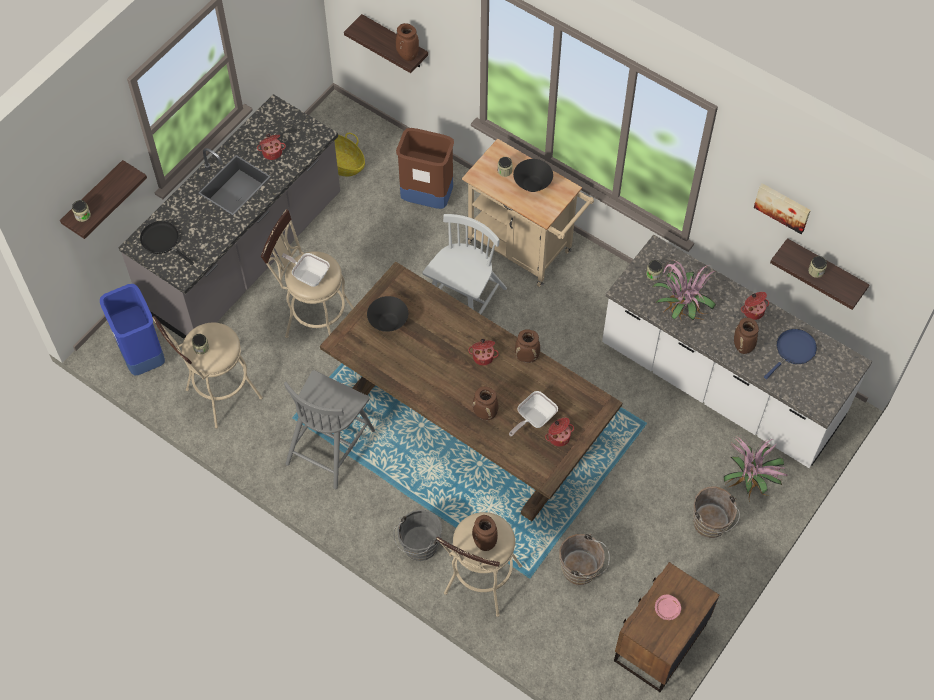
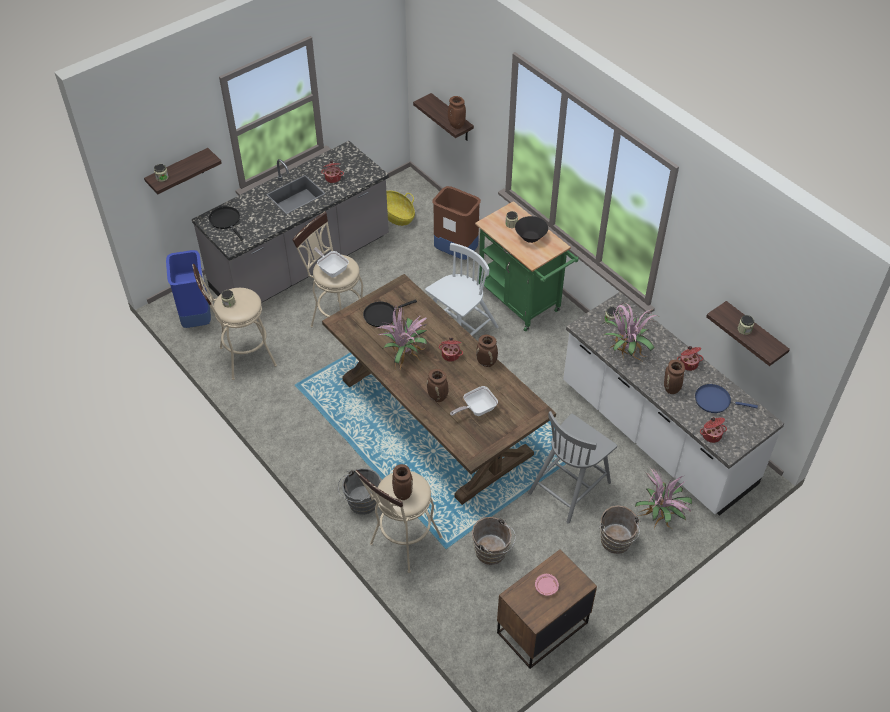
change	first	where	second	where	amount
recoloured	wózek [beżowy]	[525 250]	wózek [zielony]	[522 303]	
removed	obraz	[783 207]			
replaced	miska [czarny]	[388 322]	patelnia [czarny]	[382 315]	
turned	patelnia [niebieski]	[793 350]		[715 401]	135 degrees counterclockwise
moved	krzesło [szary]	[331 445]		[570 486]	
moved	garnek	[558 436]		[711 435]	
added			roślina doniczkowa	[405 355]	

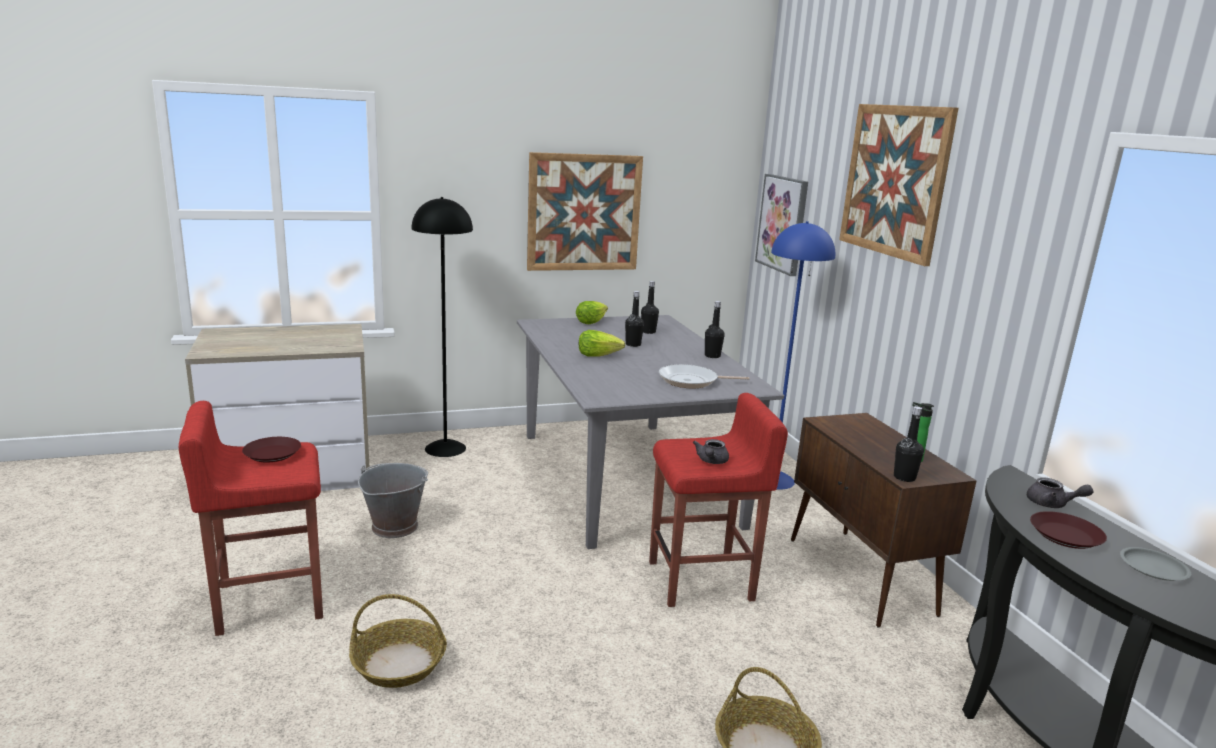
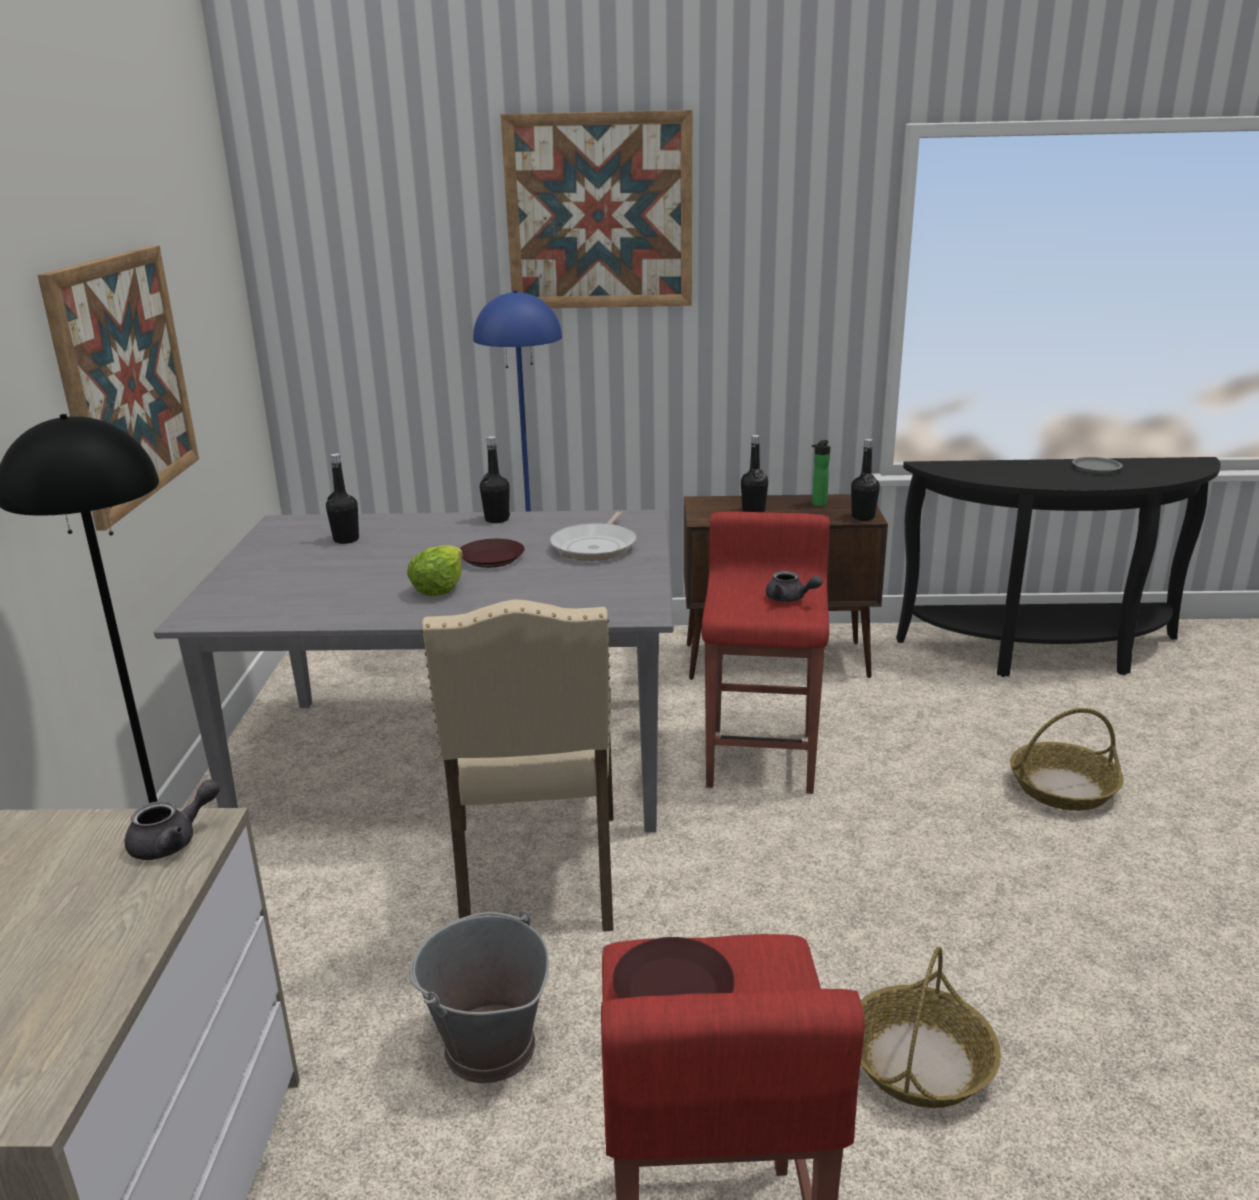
change	first	where	second	where	amount
removed	obraz	[782 223]			
moved	butelka [czarny]	[633 344]		[753 512]	
removed	sałata	[591 322]			
moved	imbryk [szary]	[1052 504]		[173 841]	
moved	talerz [brązowy]	[1066 536]		[492 558]	
added			krzesło [beżowy]	[536 877]	

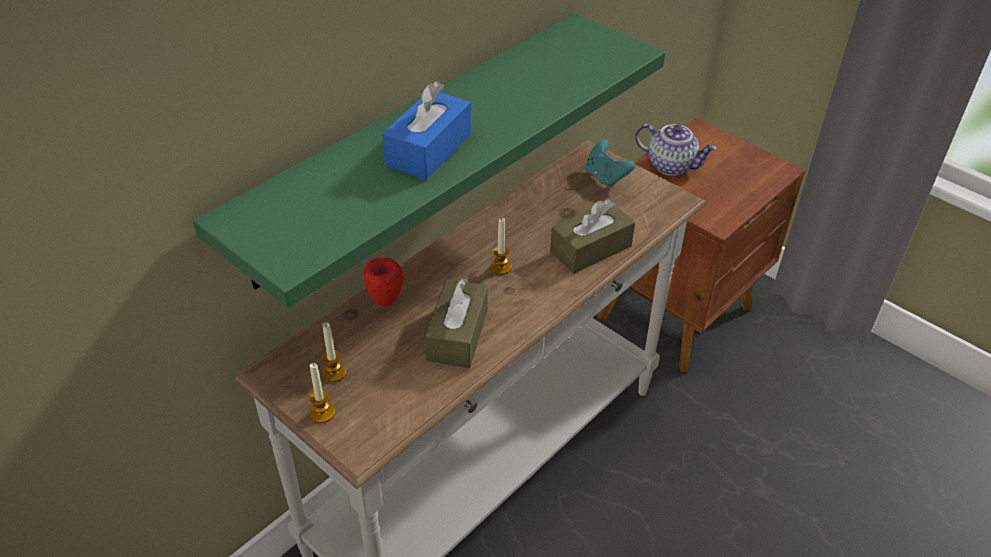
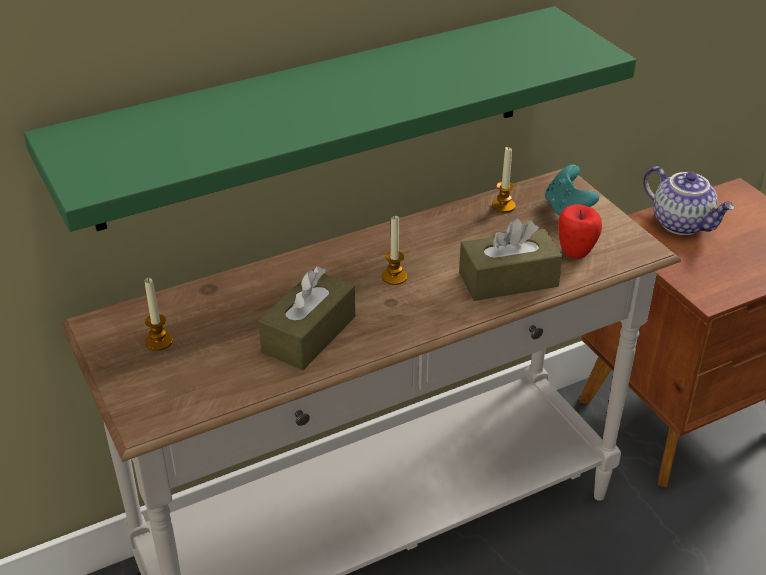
change	first	where	second	where	amount
removed	pudełko chusteczek [niebieski]	[428 150]			
moved	jabłko	[385 299]		[575 253]	
moved	świeca	[322 413]		[503 206]	

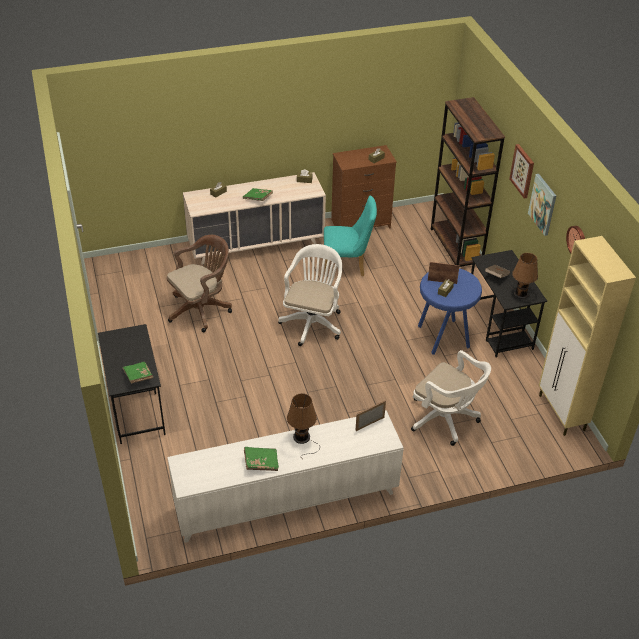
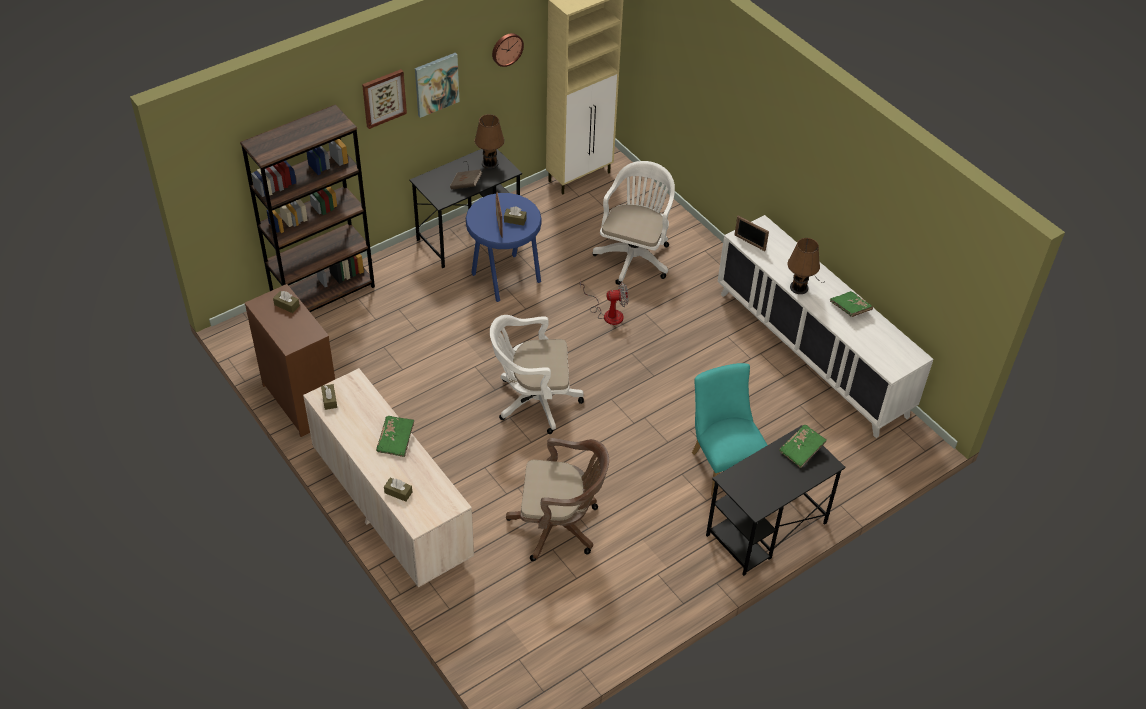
change	first	where	second	where	amount
moved	krzesło [turkusowy]	[347 266]		[723 463]	
turned	krzesło biurowe [brązowy]	[202 309]		[559 526]	150 degrees clockwise
added			wentylator	[608 313]	

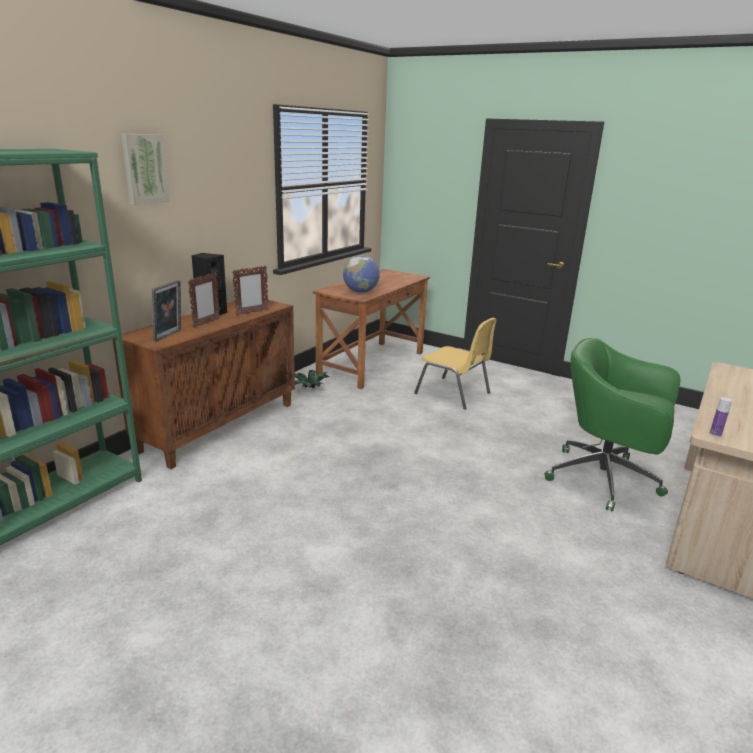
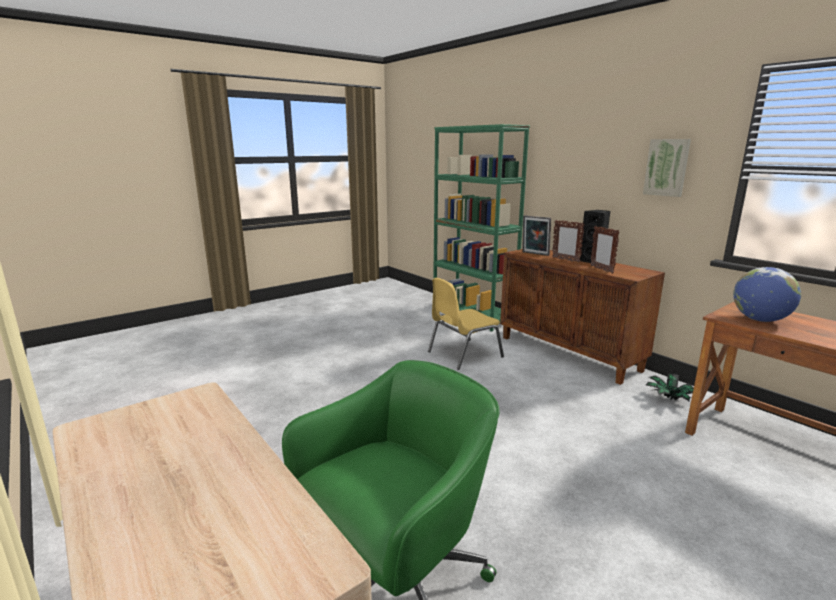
change	first	where	second	where	amount
moved	obraz	[144 168]		[667 167]	
moved	krzesło [żółty]	[453 393]		[463 354]	
removed	butelka	[715 434]			

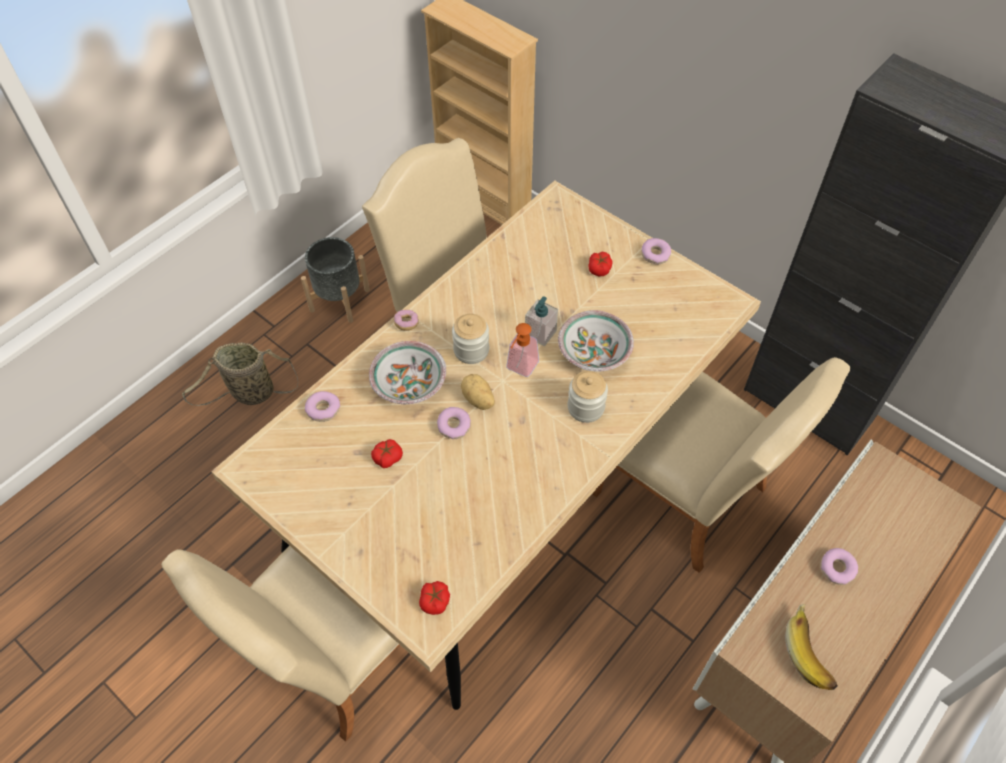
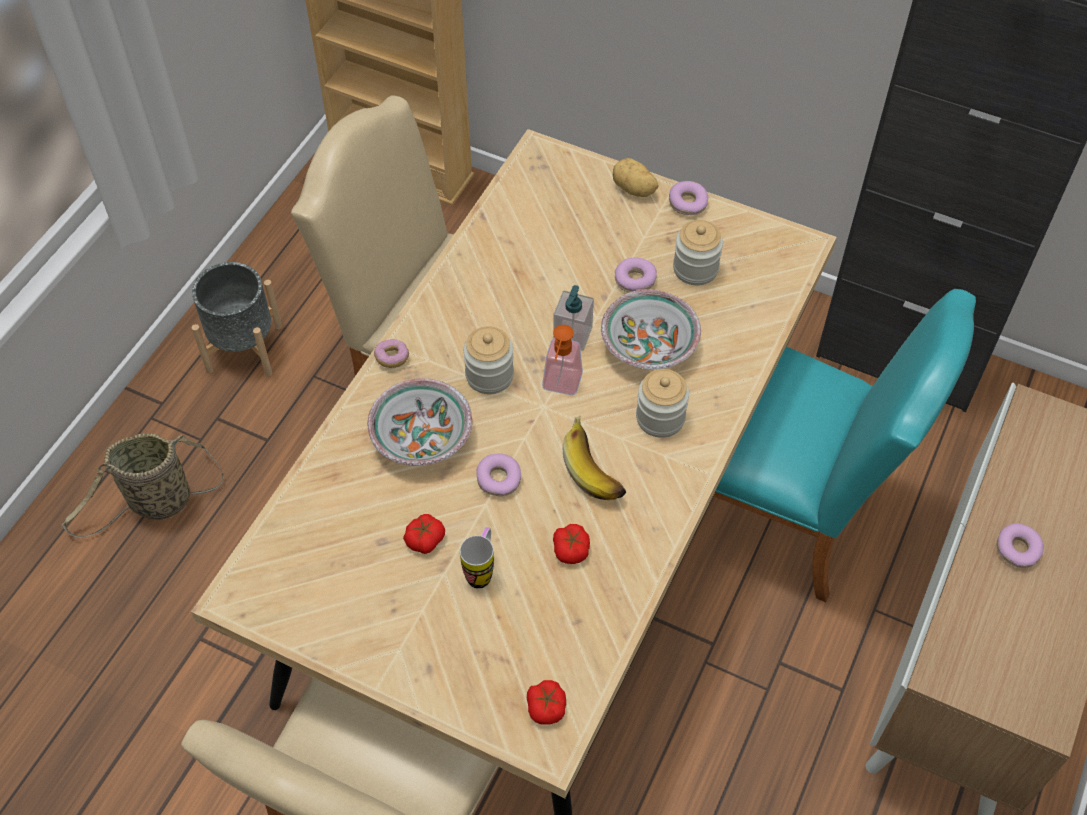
change	first	where	second	where	amount
moved	pomidor	[599 269]		[571 549]	
recoloured	krzesło [beżowy]	[688 498]	krzesło [turkusowy]	[786 510]	
moved	ziemniak	[477 400]		[633 189]	
moved	donut	[323 409]		[635 280]	
moved	banan	[811 652]		[597 467]	
added			słoik	[695 268]	
added			kubek	[481 570]	

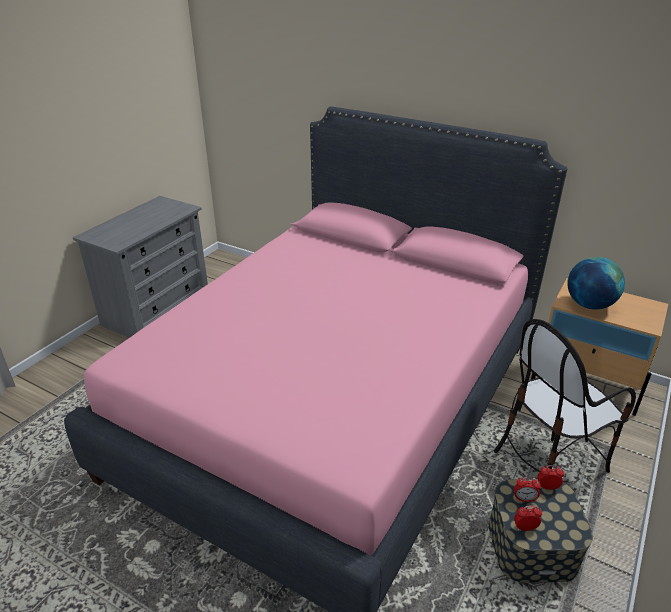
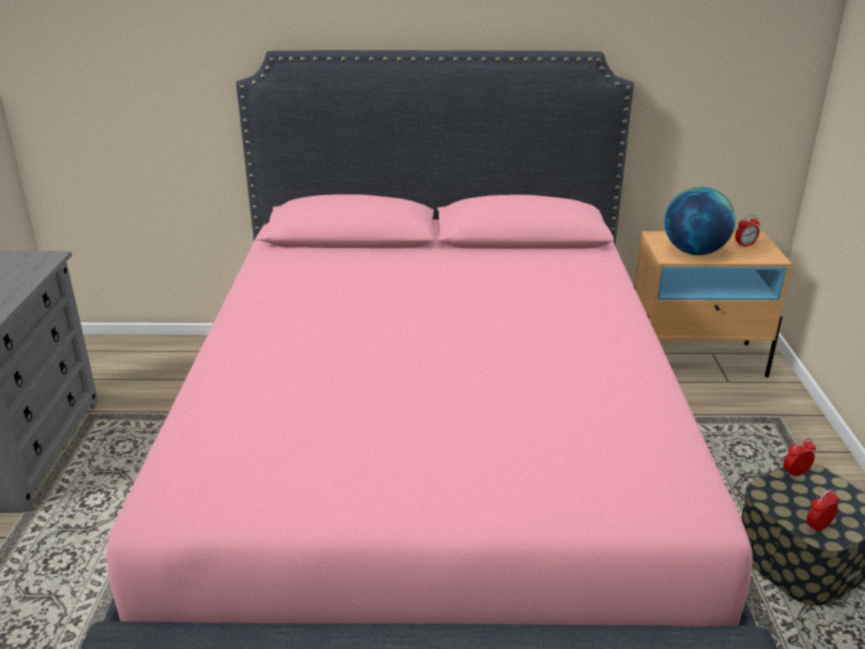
change	first	where	second	where	amount
removed	krzesło	[548 457]			
moved	budzik	[524 499]		[744 245]	

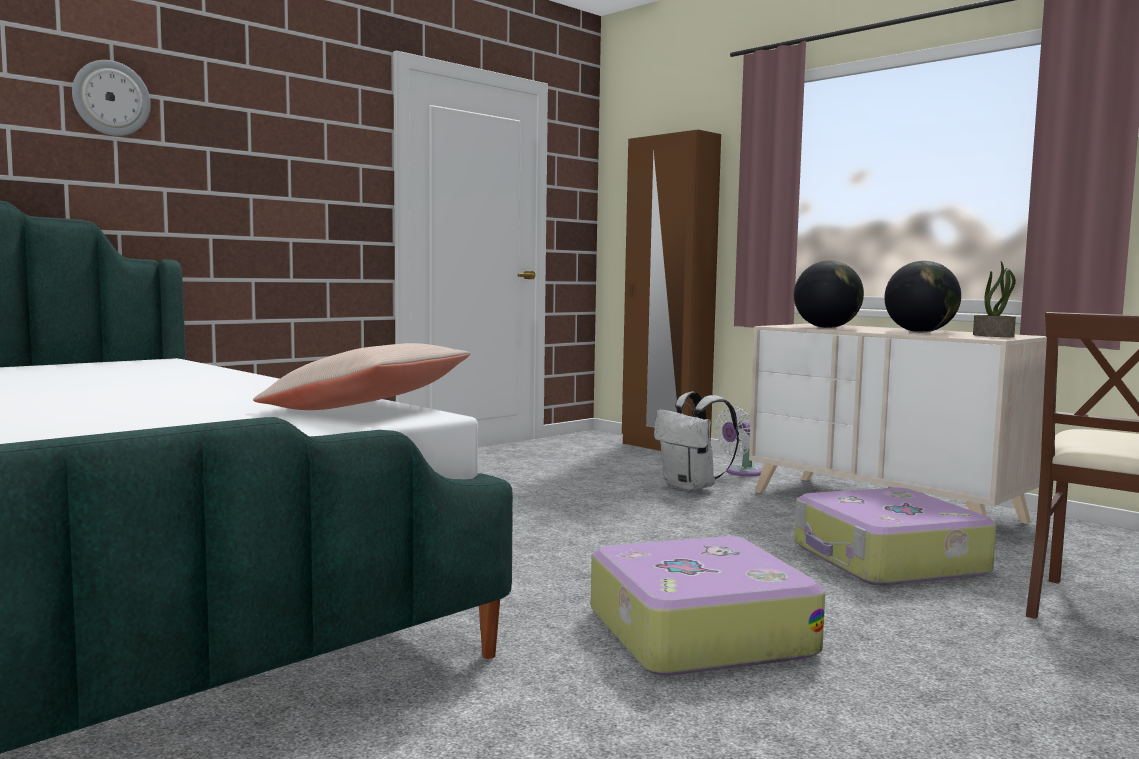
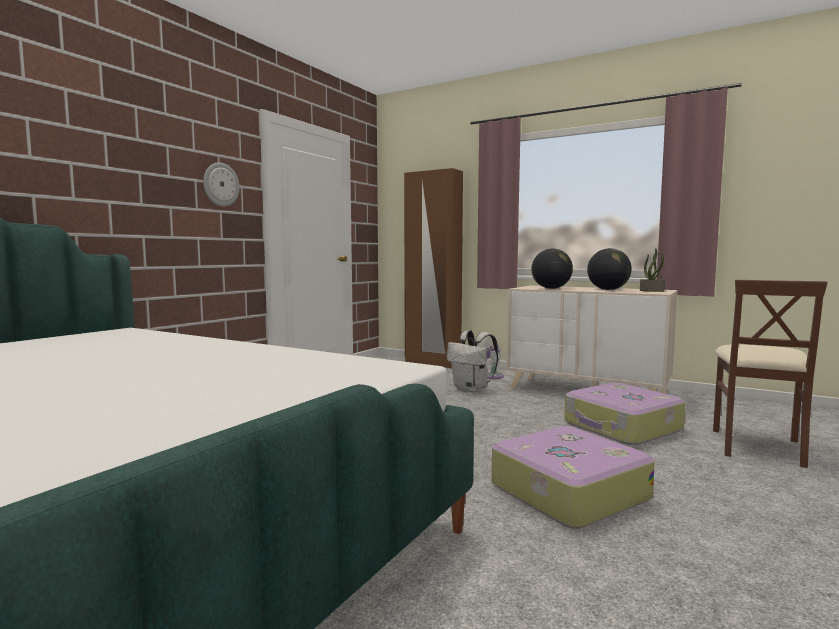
change	first	where	second	where	amount
moved	zegar ścienny	[111 98]		[220 184]	
removed	poduszka [beżowy]	[366 408]			

